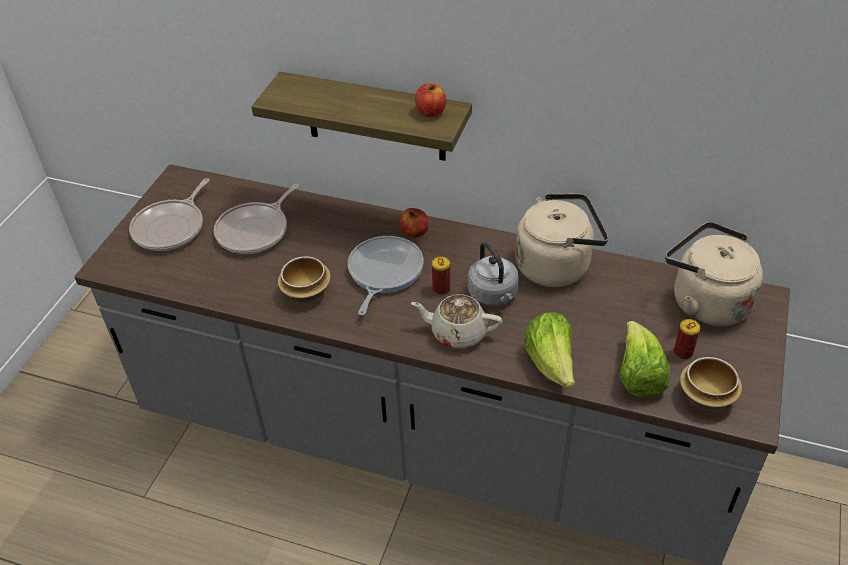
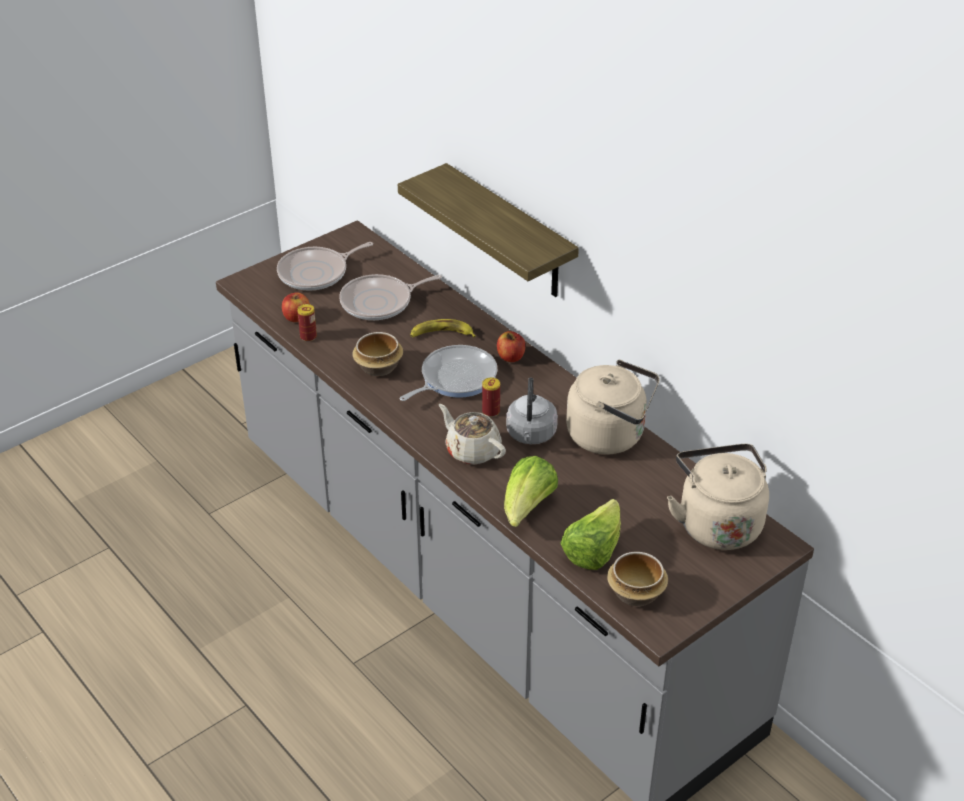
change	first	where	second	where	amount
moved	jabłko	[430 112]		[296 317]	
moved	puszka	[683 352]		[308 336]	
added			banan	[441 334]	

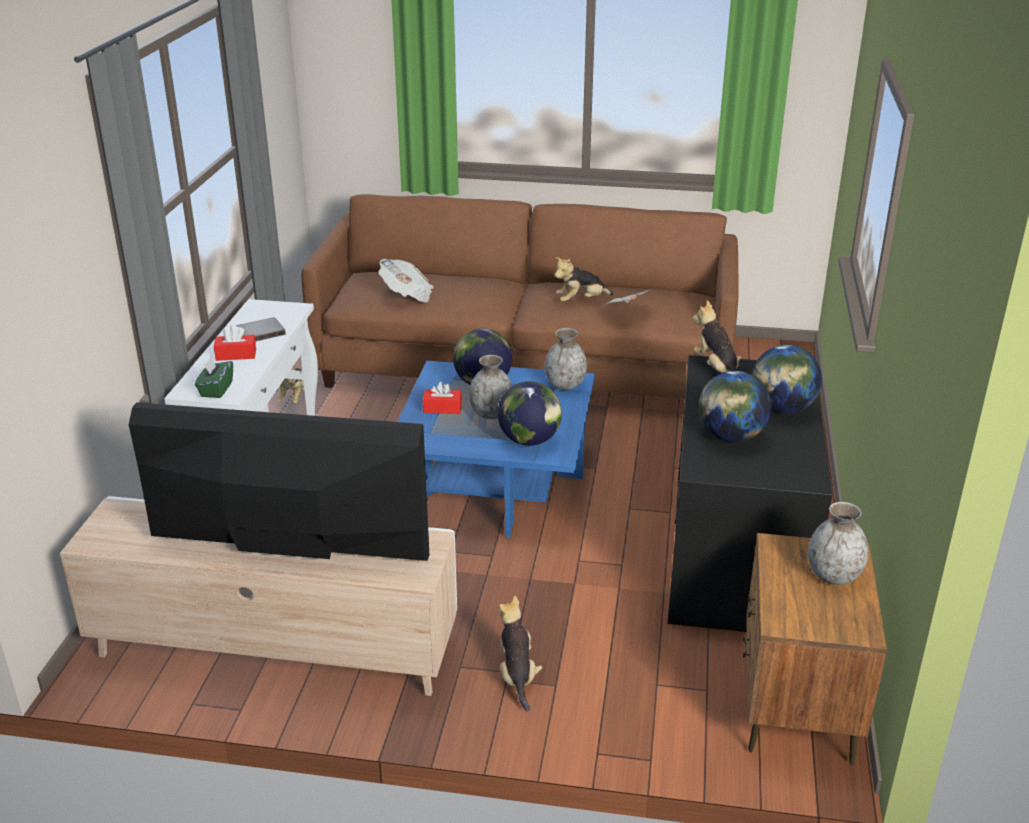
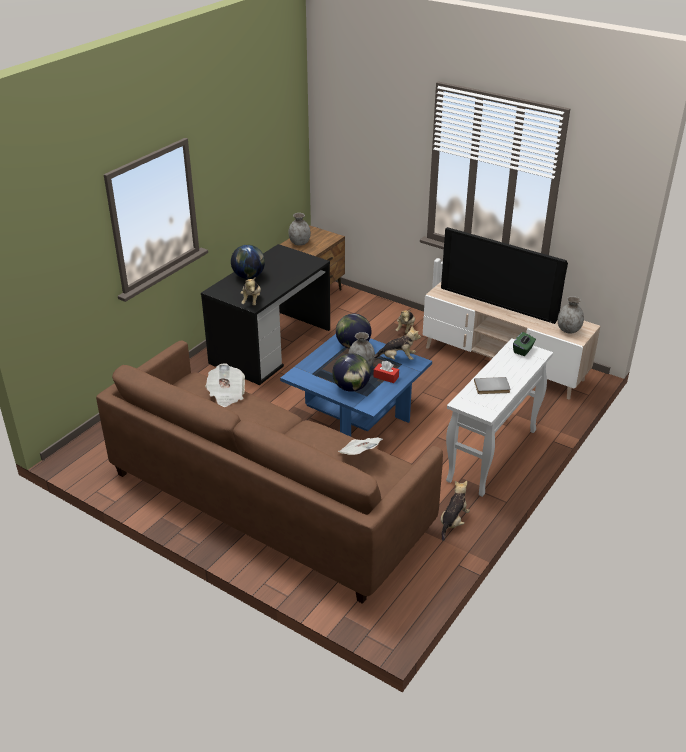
change	first	where	second	where	amount
moved	pluszak	[581 301]		[397 358]	
removed	pudełko chusteczek [czerwony]	[236 355]			
moved	wazon [szary]	[565 385]		[568 330]	
removed	globus	[730 437]			

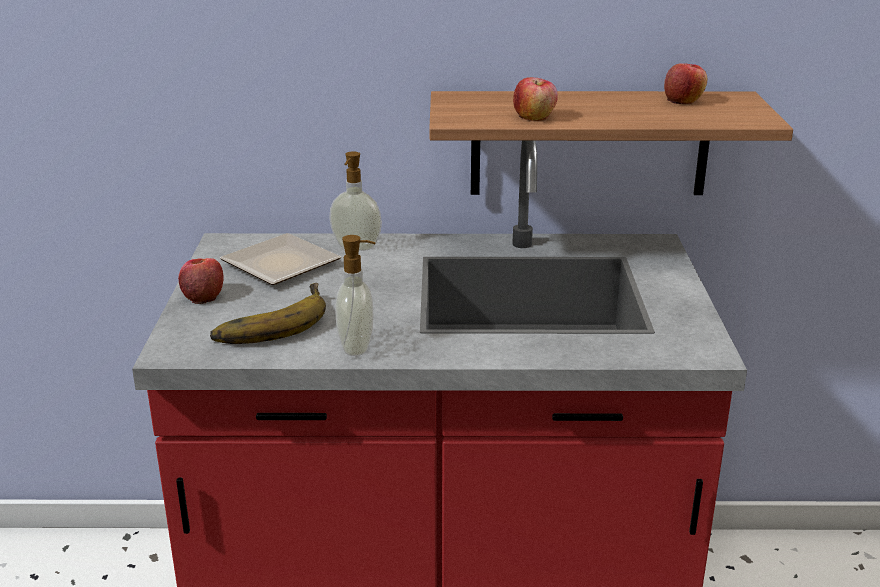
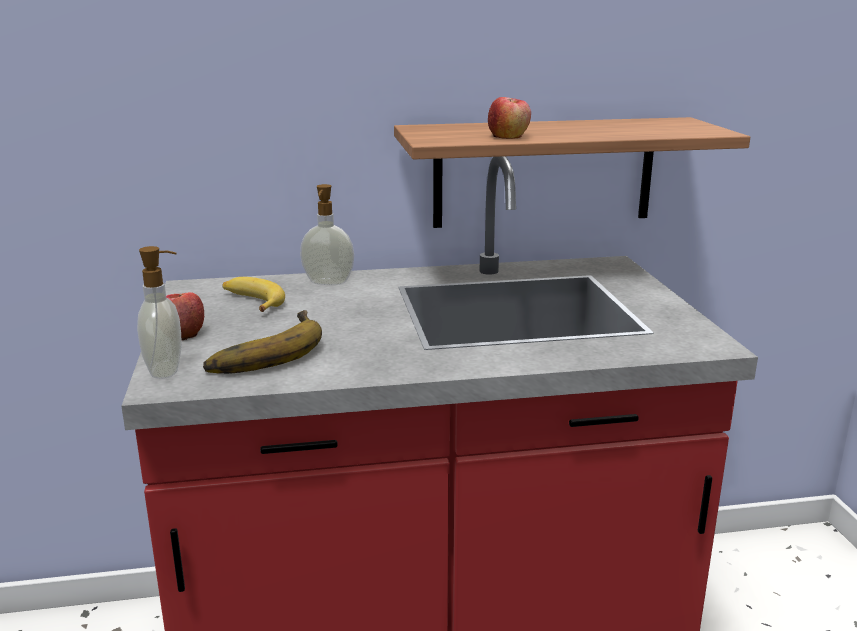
change	first	where	second	where	amount
removed	jabłko	[683 100]			
replaced	talerz	[276 265]	banan	[252 302]	
moved	dozownik mydła	[358 347]		[167 370]	

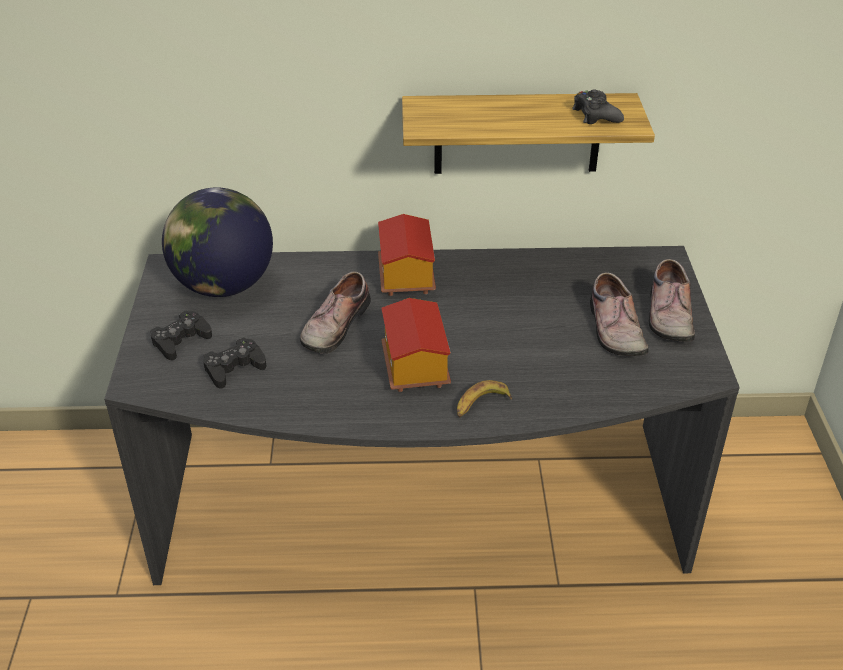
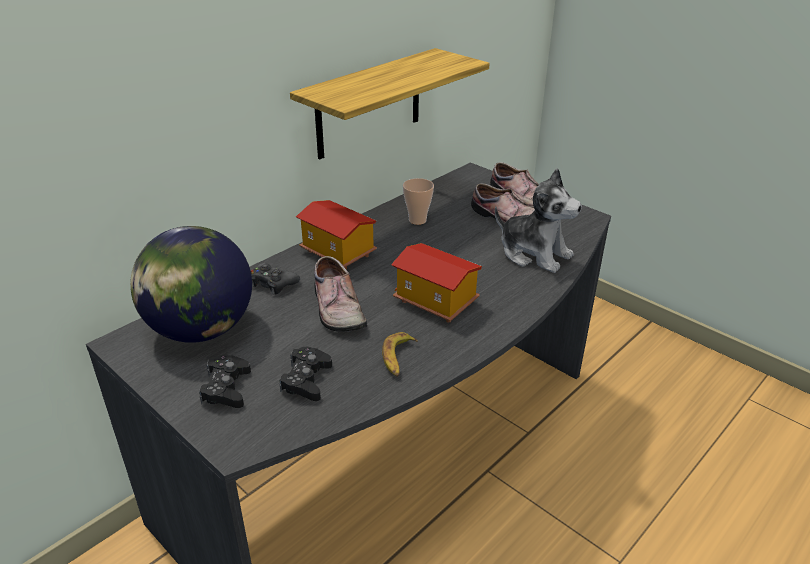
change	first	where	second	where	amount
moved	pad do gier [czarny]	[595 115]		[272 284]	
moved	banan	[481 404]		[398 359]	
added			pluszak	[534 254]	
added			filiżanka	[417 220]	

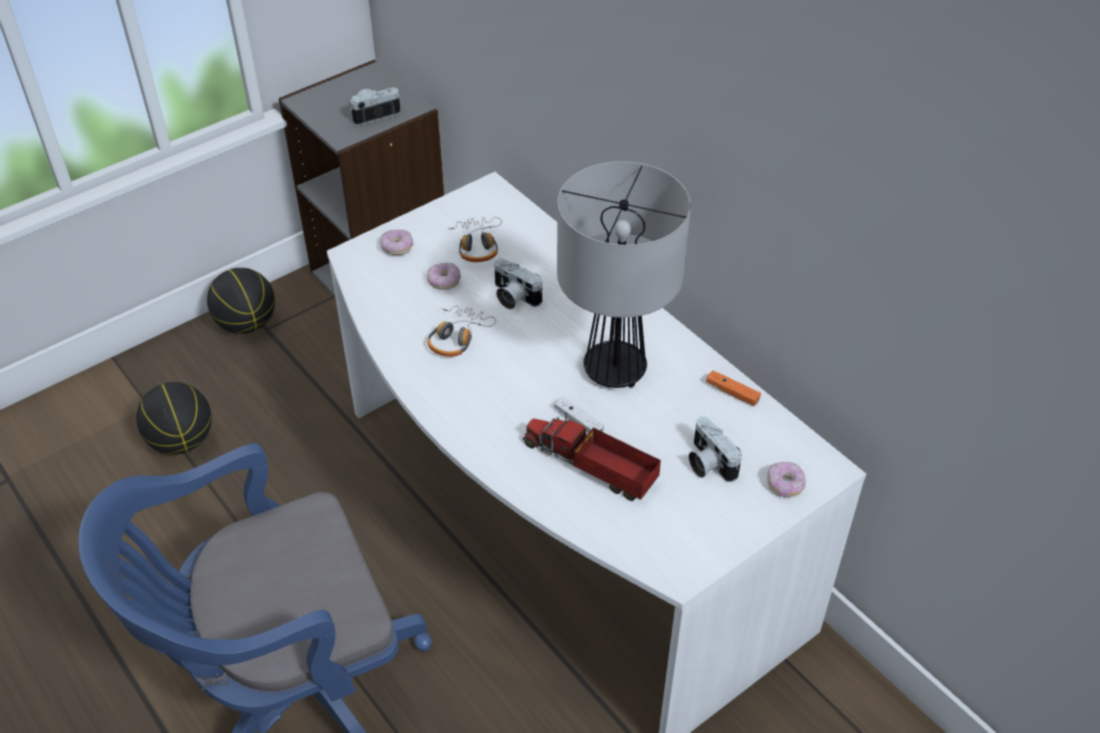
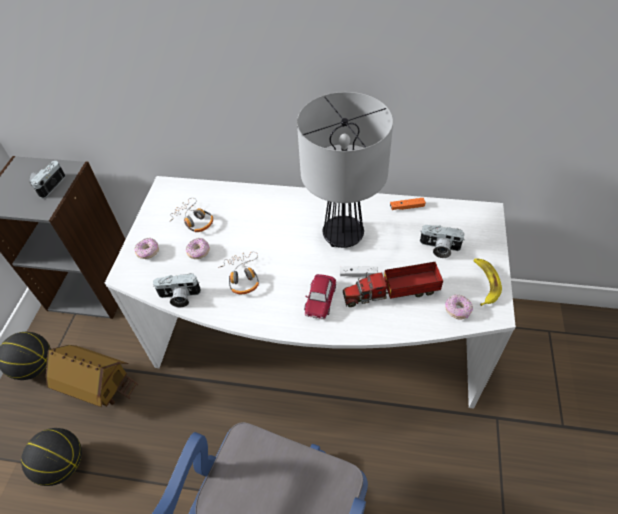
change	first	where	second	where	amount
moved	aparat fotograficzny	[513 297]		[179 297]	
moved	donut	[785 485]		[457 310]	
added			banan	[484 283]	
added			samochodzik	[320 300]	
added			domek	[99 386]	

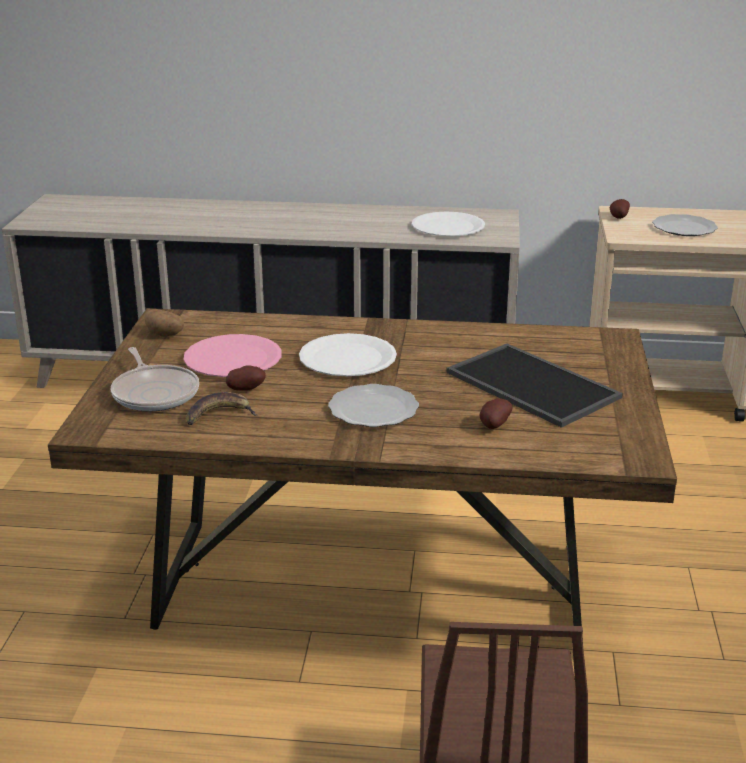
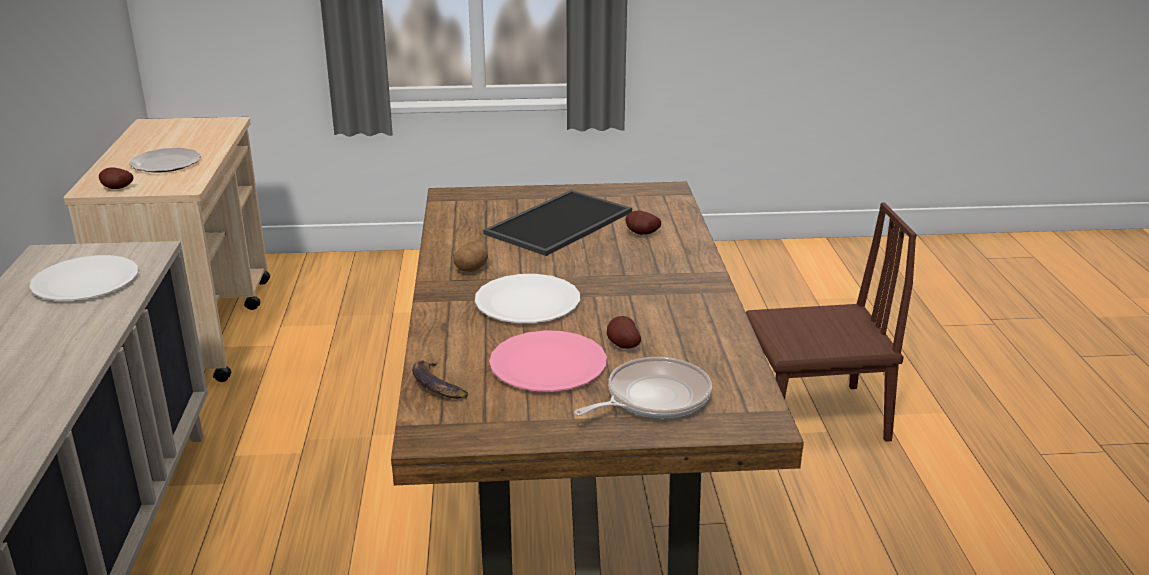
change	first	where	second	where	amount
moved	ziemniak	[165 334]		[472 268]	
removed	talerz	[373 410]			
moved	banan	[219 414]		[437 385]	

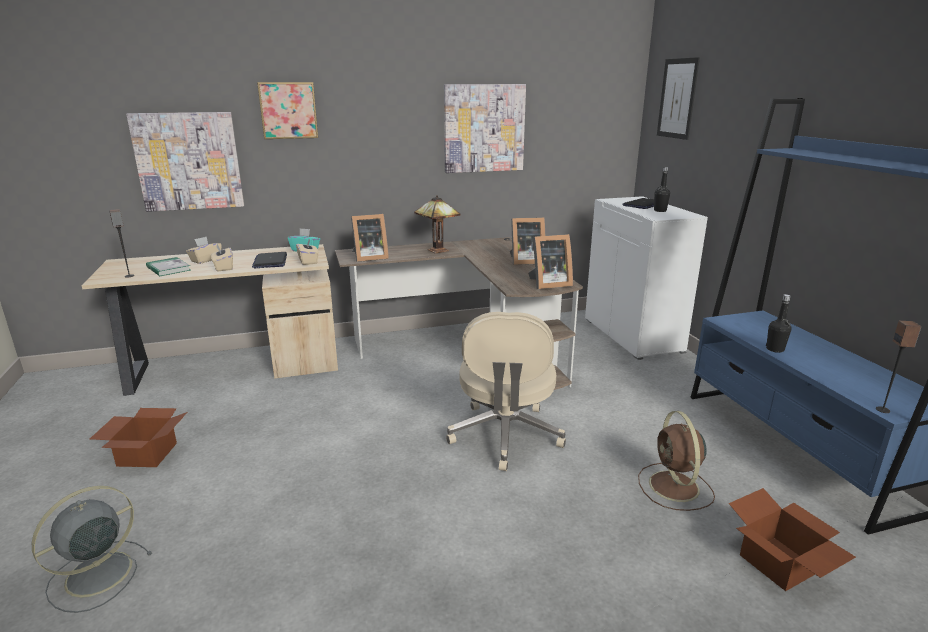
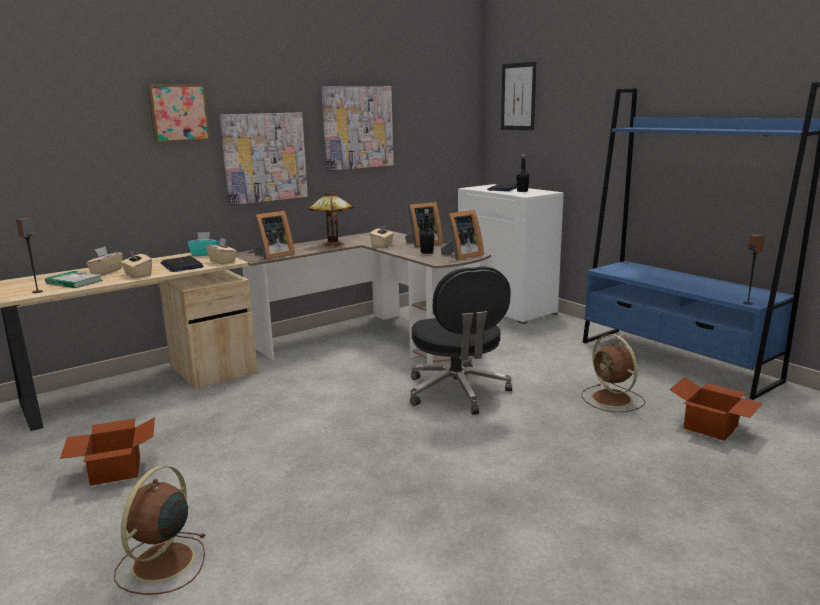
change	first	where	second	where	amount
moved	obraz	[188 161]		[264 157]	
moved	butelka [czarny]	[775 349]		[427 252]	
recoloured	krzesło biurowe [beżowy]	[505 436]	krzesło biurowe [czarny]	[457 392]	
recoloured	wentylator [szary]	[96 575]	wentylator [brązowy]	[161 564]	
added			pudełko chusteczek [beżowy]	[382 245]	

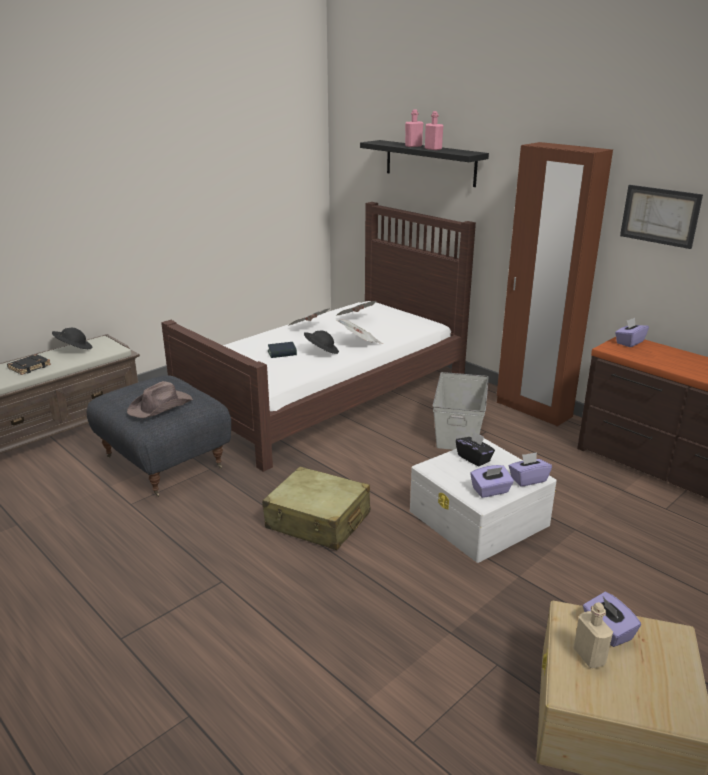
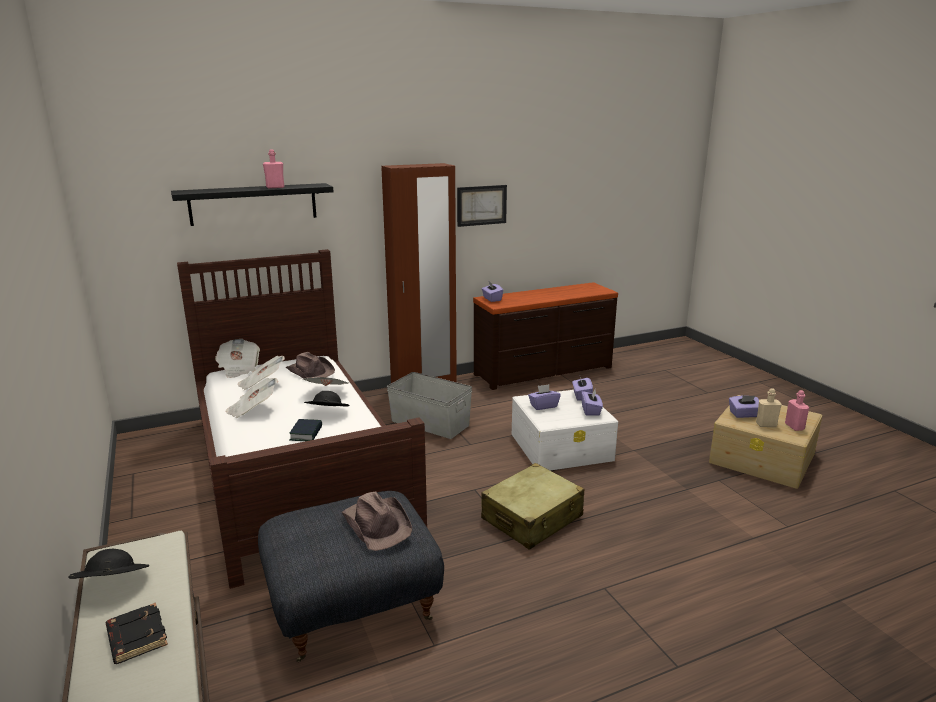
change	first	where	second	where	amount
moved	butelka [różowy]	[413 146]		[794 427]	
recoloured	pudełko chusteczek [czarny]	[474 458]	pudełko chusteczek [fioletowy]	[543 406]	
added			gazeta	[238 369]	
added			kapelusz [brązowy]	[310 372]	

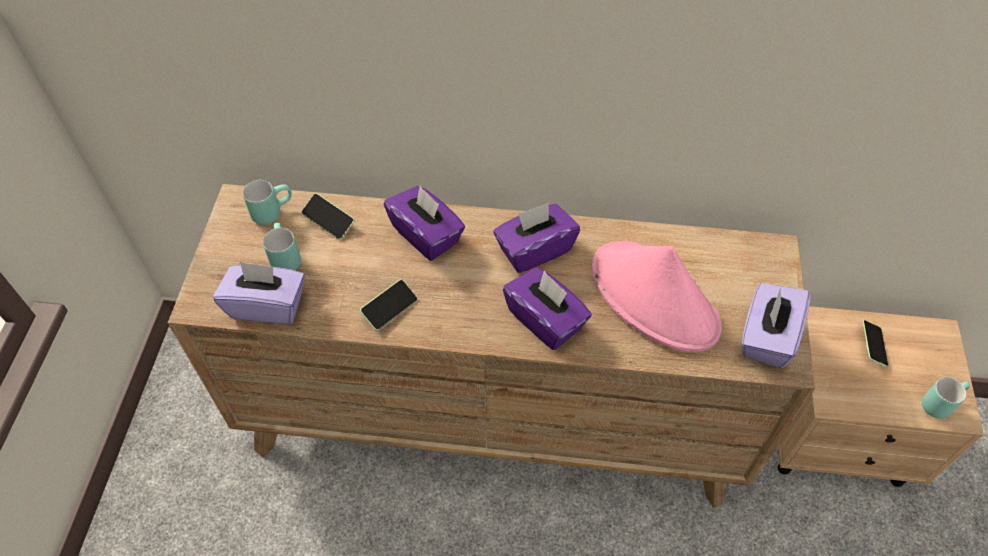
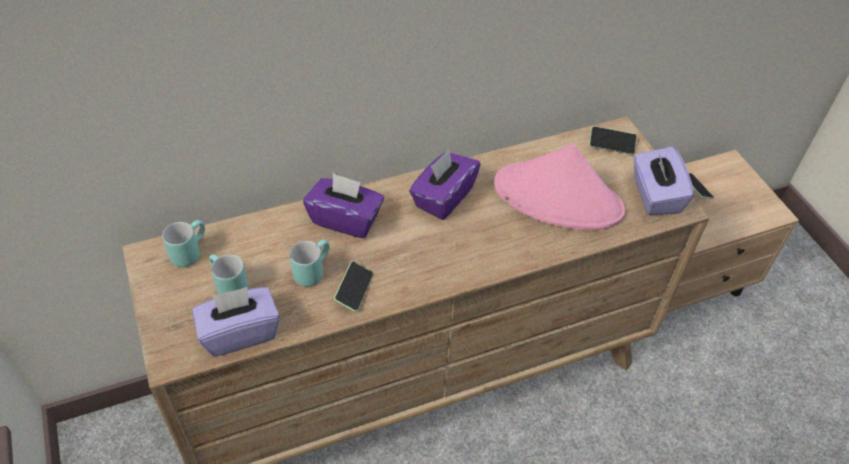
change	first	where	second	where	amount
moved	telefon	[329 221]		[611 145]	
removed	pudełko chusteczek [fioletowy]	[545 320]			
moved	kubek [turkusowy]	[939 402]		[311 270]	

